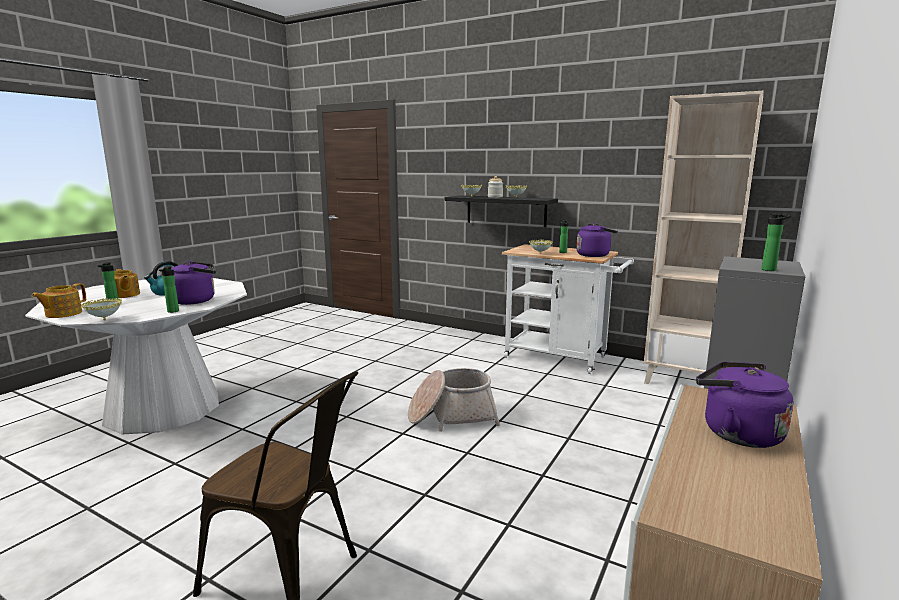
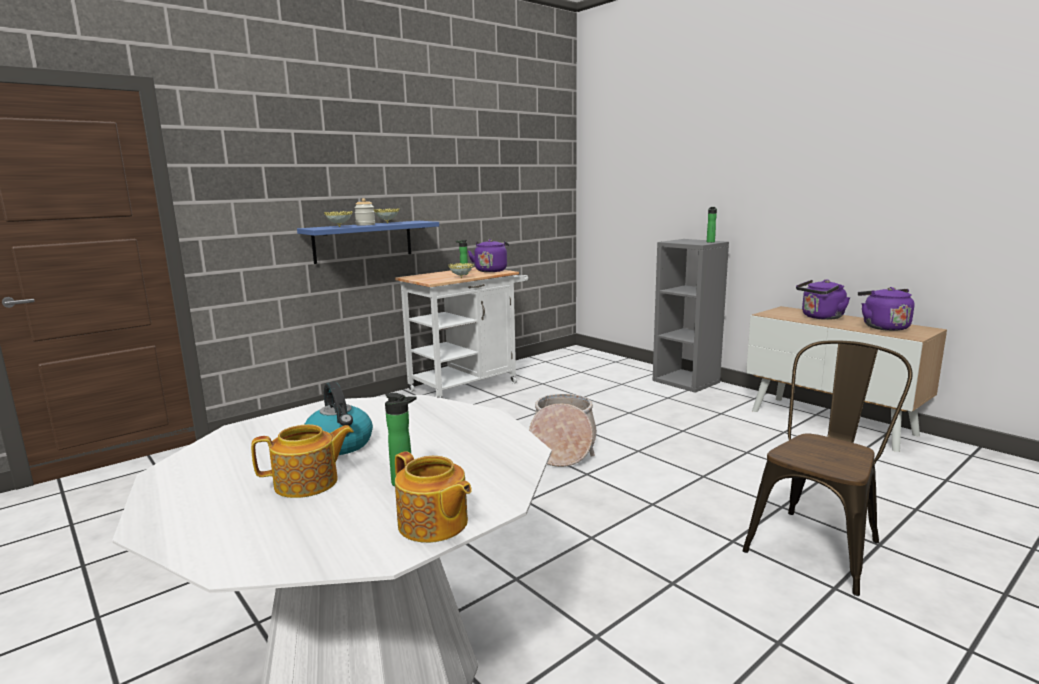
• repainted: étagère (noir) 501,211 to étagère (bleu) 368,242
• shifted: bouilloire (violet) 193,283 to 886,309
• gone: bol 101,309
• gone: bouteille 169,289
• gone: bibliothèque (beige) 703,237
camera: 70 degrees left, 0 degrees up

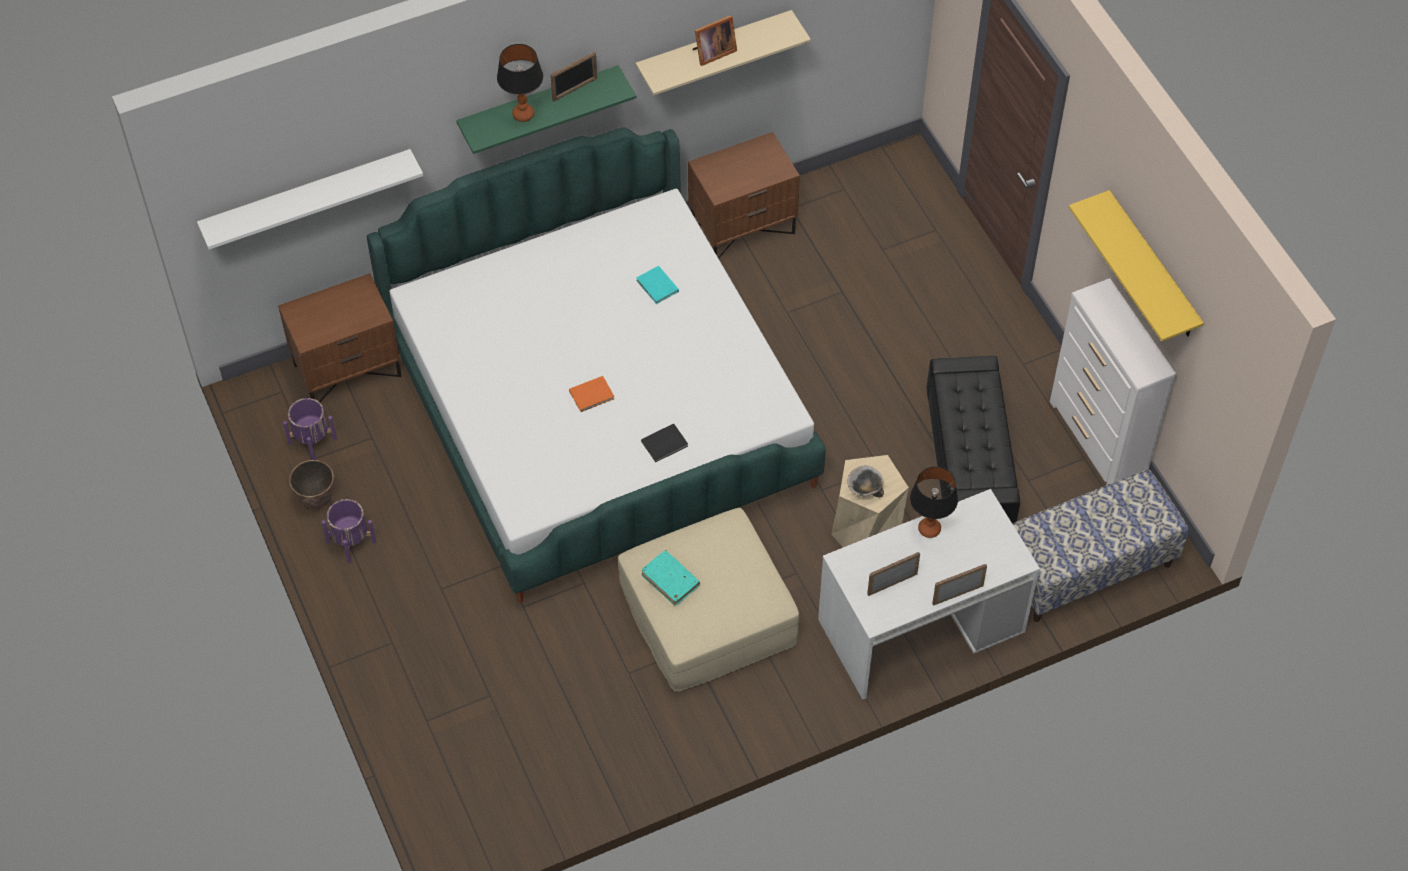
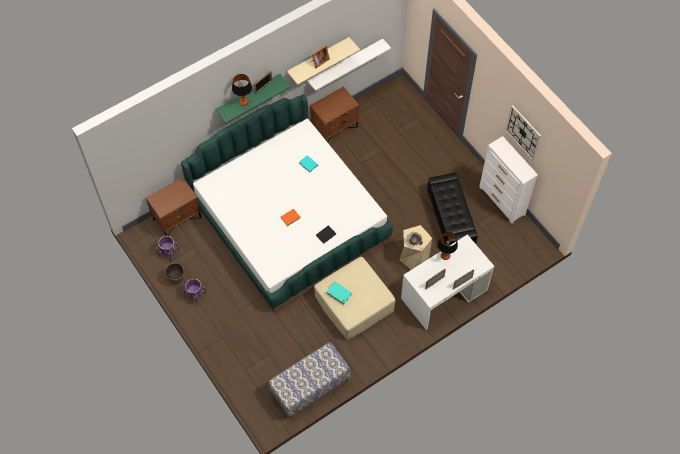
• shifted: banc 1101,546 to 309,380
• shifted: étagère (blanc) 310,199 to 349,65
• swapped: étagère (jaune) 1136,265 to horloge murale 523,132
camera: 10 degrees left, 5 degrees up

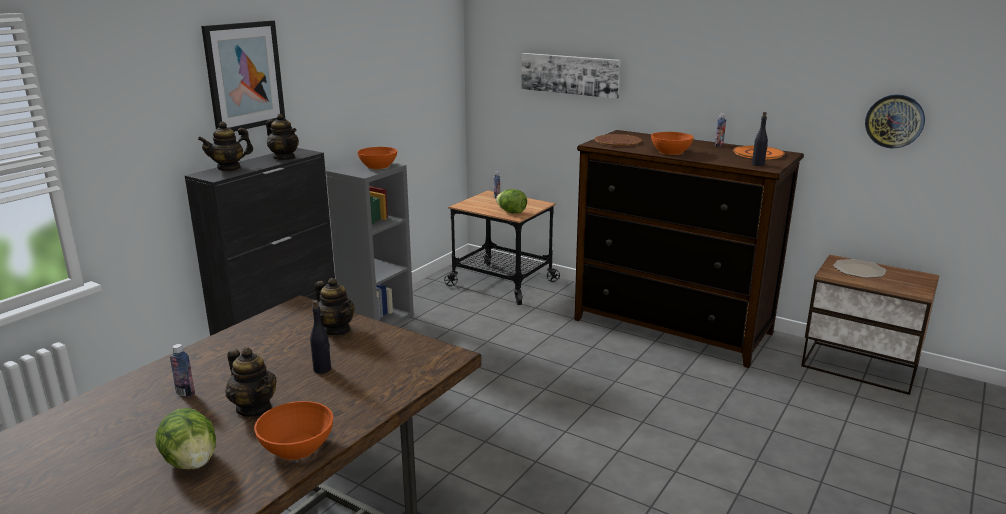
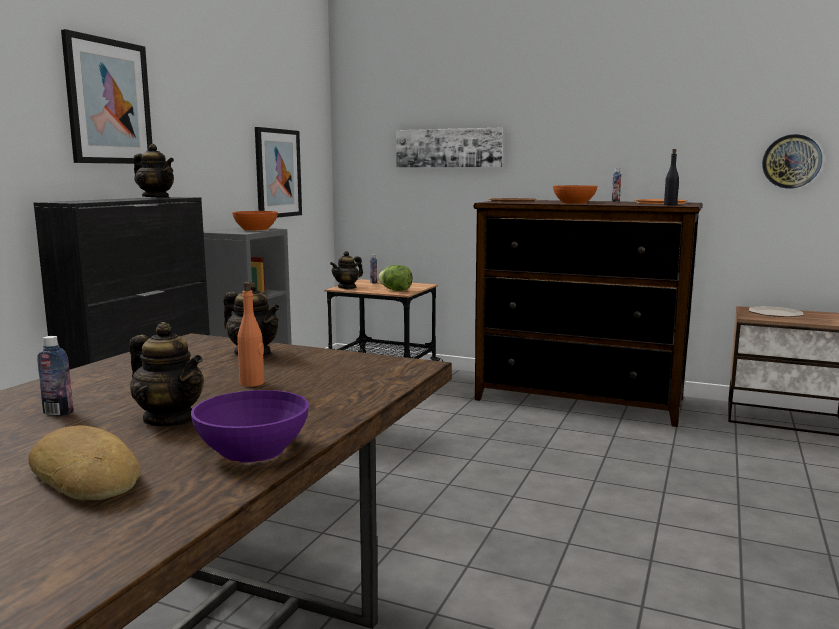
• swapped: laitue 185,439 to pain 84,462
• repainted: bol (orange) 293,430 to bol (violet) 250,426
• repainted: bouteille (noir) 320,337 to bouteille (orange) 250,334
• new: tableau 278,172
• shifted: théière 225,147 to 346,270
camera: 10 degrees left, 10 degrees down

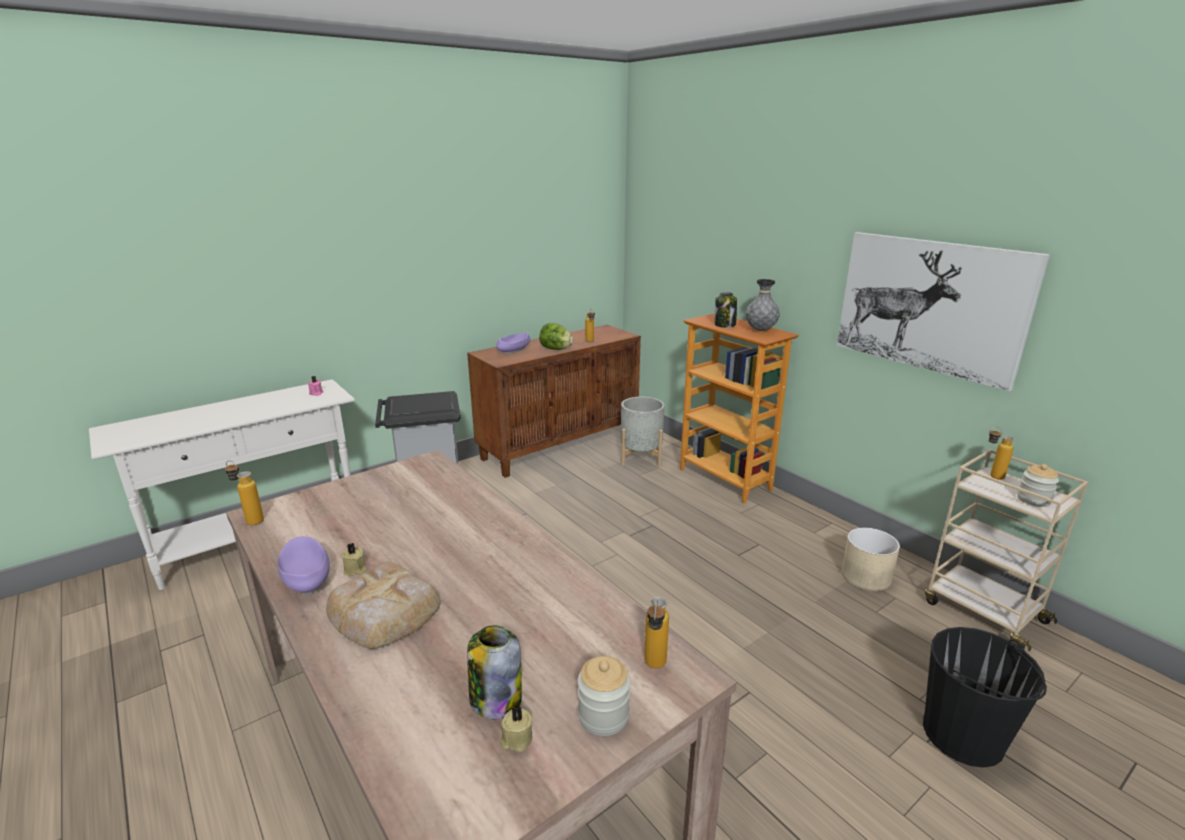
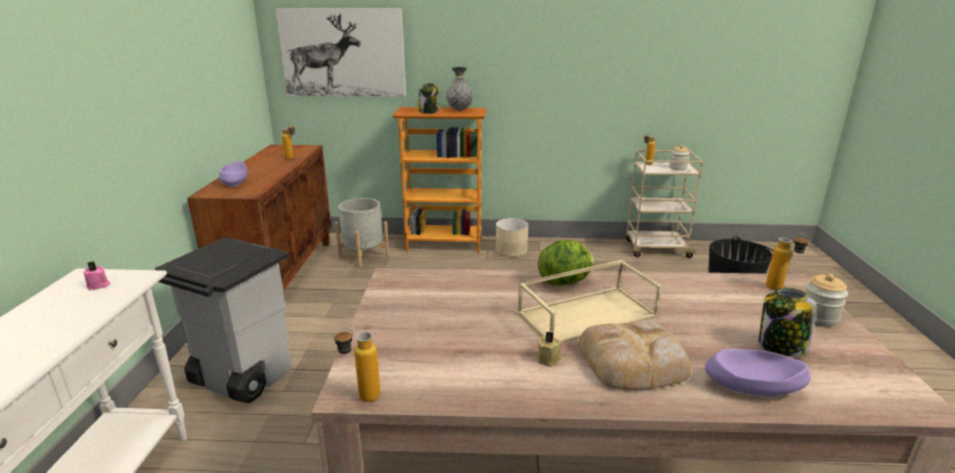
• shifted: tableau 943,311 to 340,52
• shifted: cache-pot (beige) 871,559 to 512,237
• new: plateau (beige) 589,301
• shifted: laitue 556,336 to 566,263
• shifted: bol (violet) 303,565 to 758,373
• gone: bougie (beige) 516,729
camera: 50 degrees left, 0 degrees up

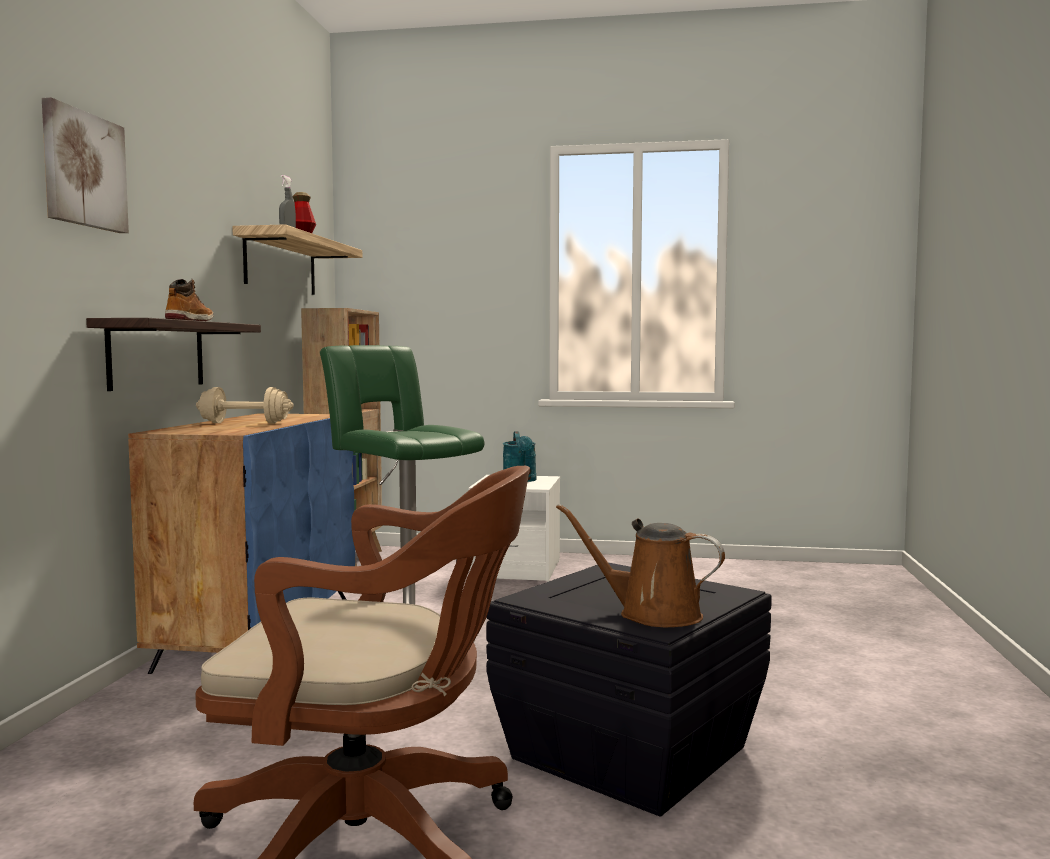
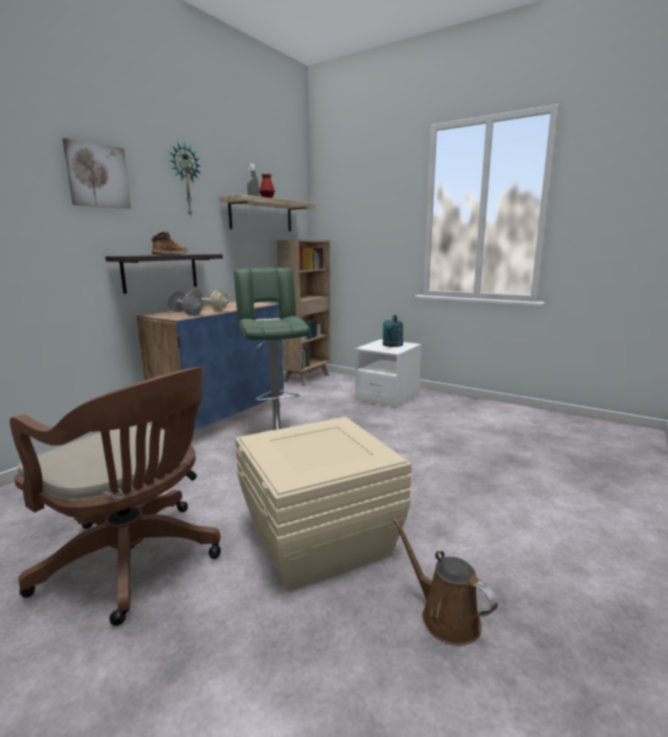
• new: haltère (gris) 186,303
• new: horloge murale 185,179
• repainted: boîte de rangement (noir) 629,689 to boîte de rangement (beige) 323,504
• shifted: arrosoir (marron) 640,565 to 445,581
camera: 25 degrees right, 10 degrees up

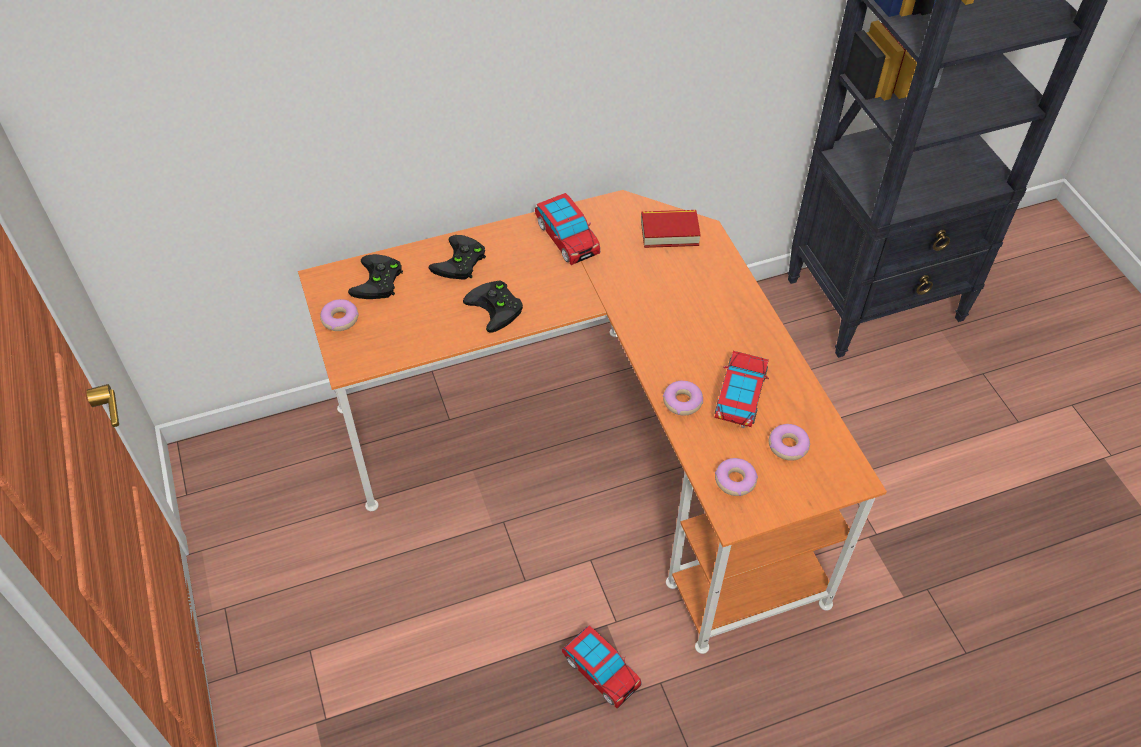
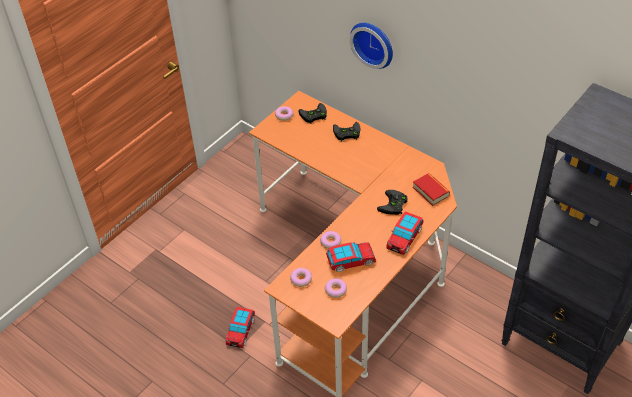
• new: horloge murale 371,46
• shifted: manette (noir) 493,307 to 392,202
• shifted: petite voiture 567,229 to 405,233
camera: 60 degrees right, 5 degrees down

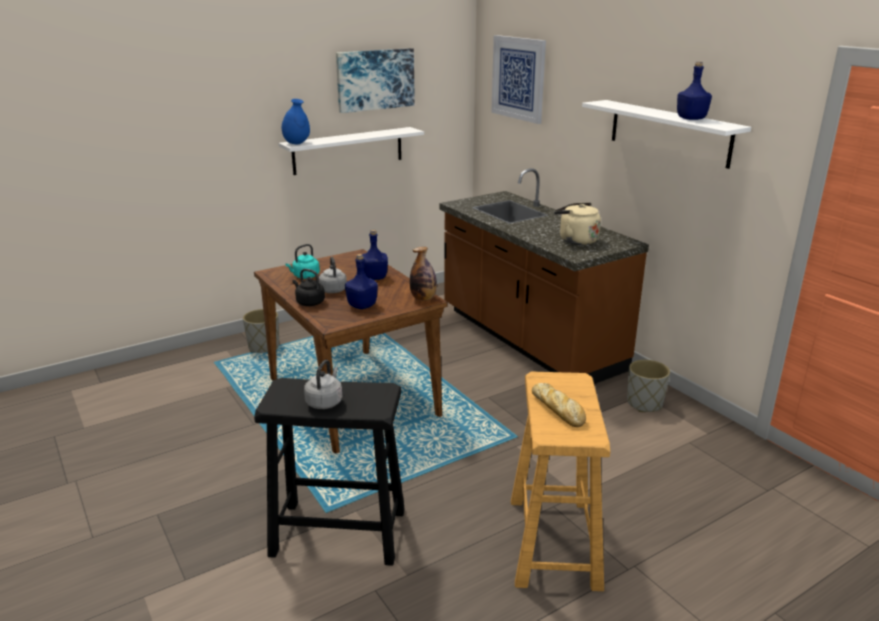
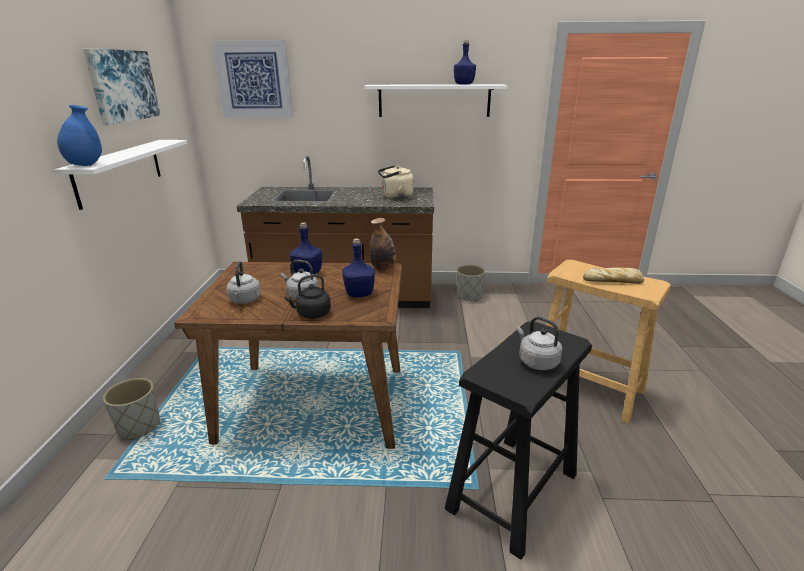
• repainted: bouilloire (turquoise) 302,261 to bouilloire (gris) 244,282
camera: 55 degrees left, 0 degrees up

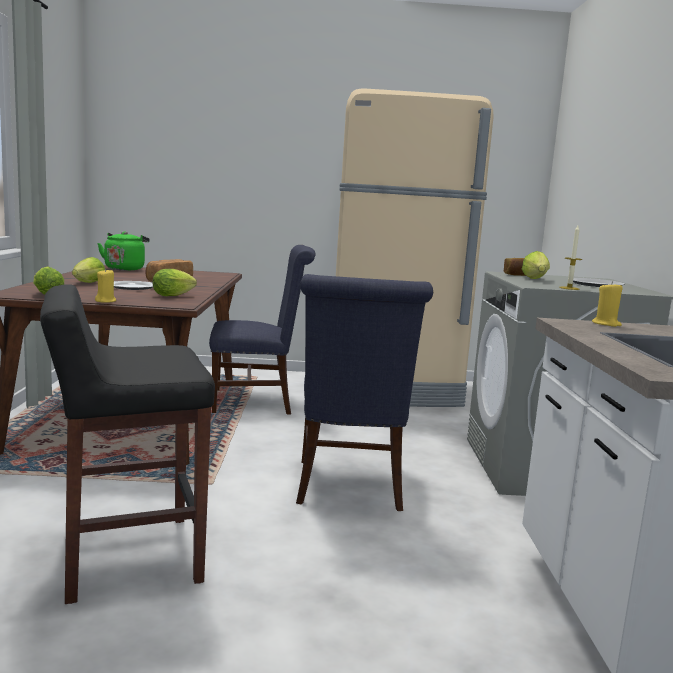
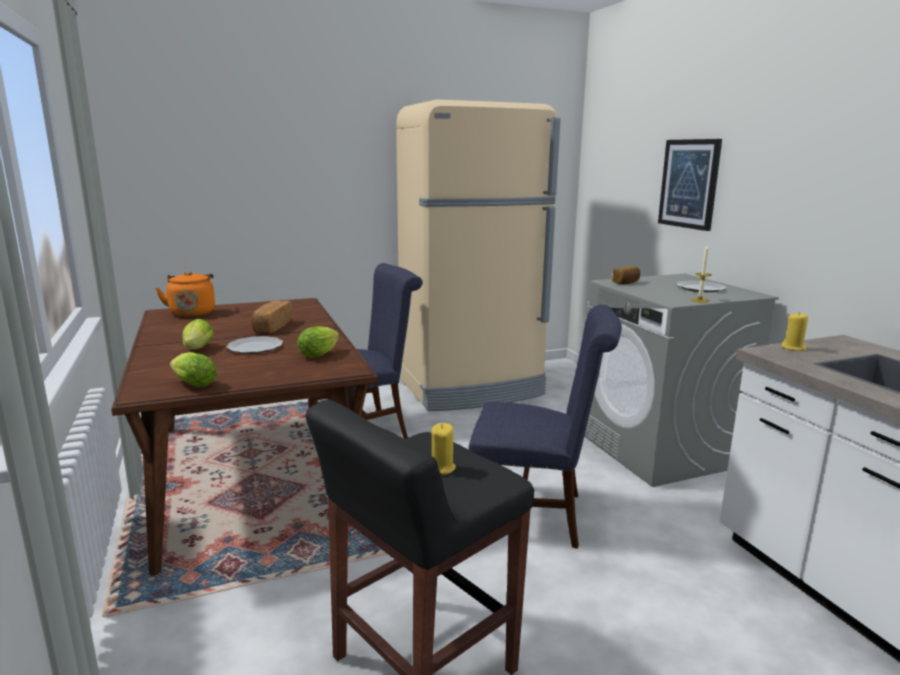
• repainted: bouilloire (vert) 123,250 to bouilloire (orange) 185,294
• shifted: bougie (jaune) 105,286 to 444,449
• rotated: chaise (bleu) 364,392 = 545,426 60 degrees counterclockwise
• new: tableau 690,185
• gone: laitue 536,265
camera: 20 degrees left, 5 degrees up

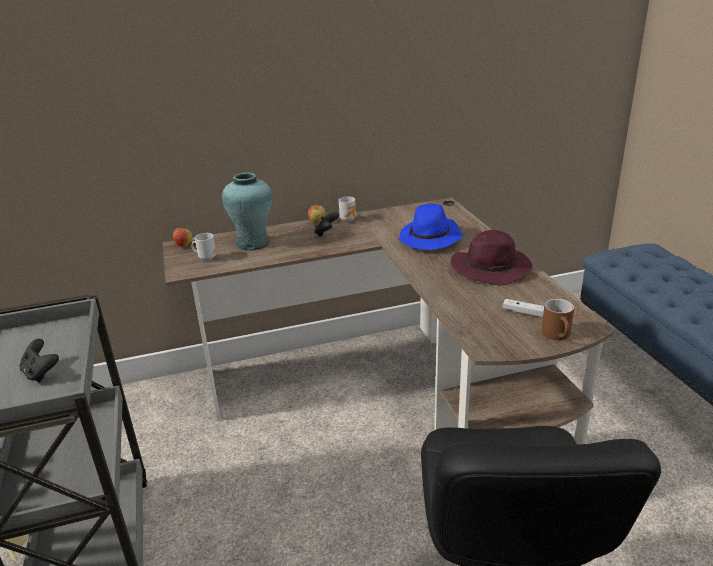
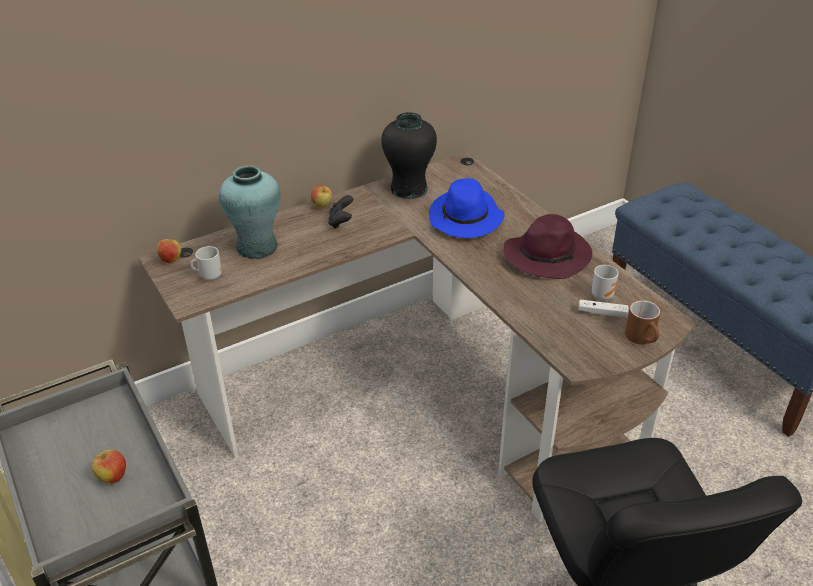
• swapped: manette (noir) 39,360 to pomme 108,467
• new: vase (noir) 409,155
• shifted: mug 347,209 to 605,282
camera: 15 degrees left, 10 degrees up

